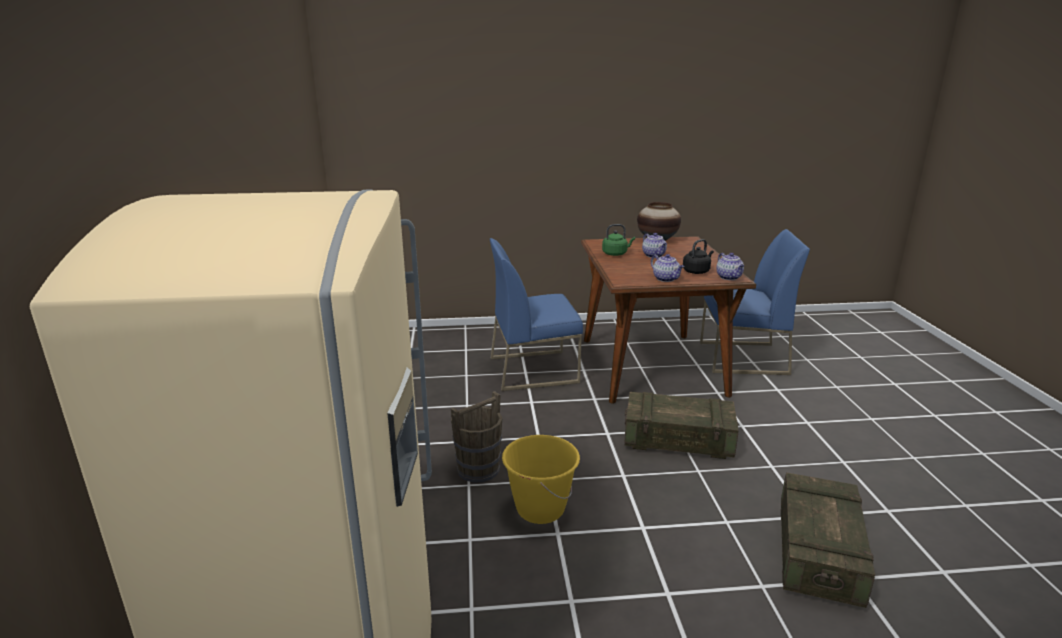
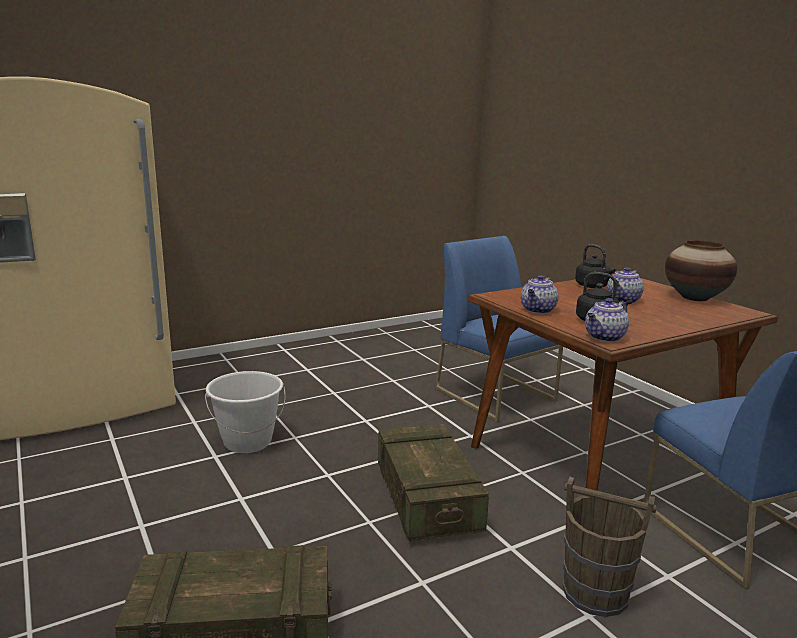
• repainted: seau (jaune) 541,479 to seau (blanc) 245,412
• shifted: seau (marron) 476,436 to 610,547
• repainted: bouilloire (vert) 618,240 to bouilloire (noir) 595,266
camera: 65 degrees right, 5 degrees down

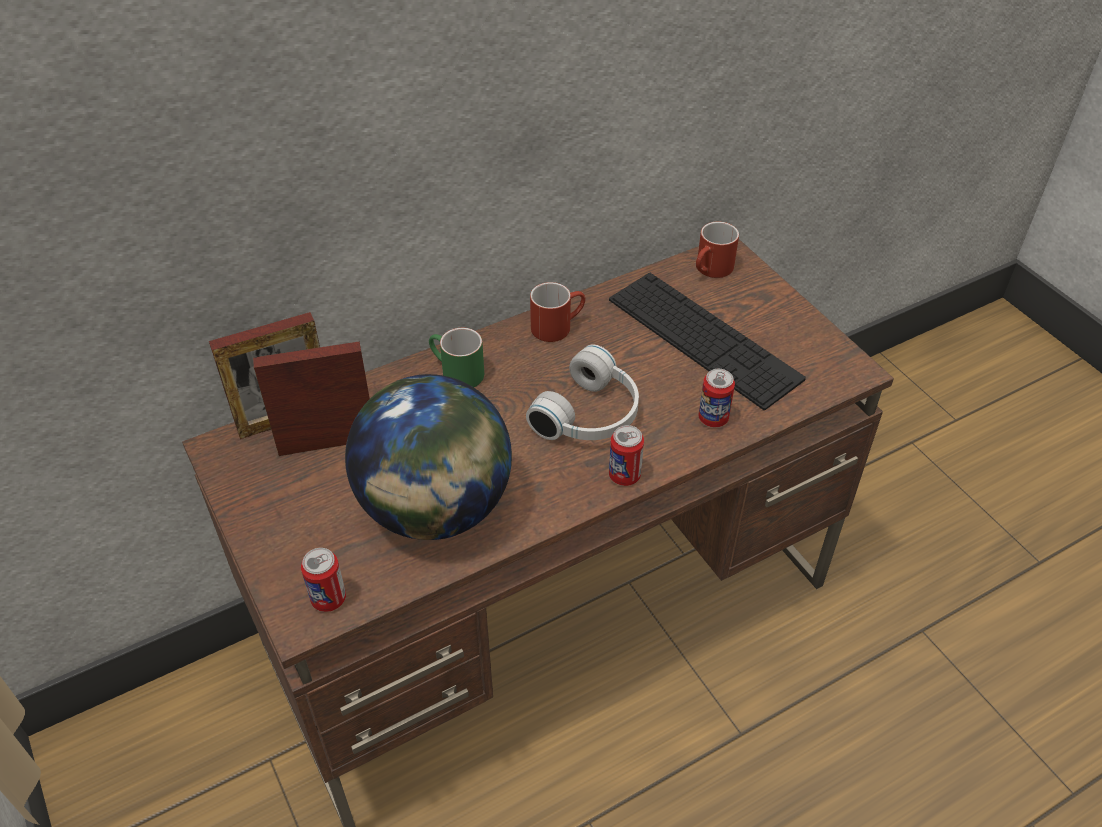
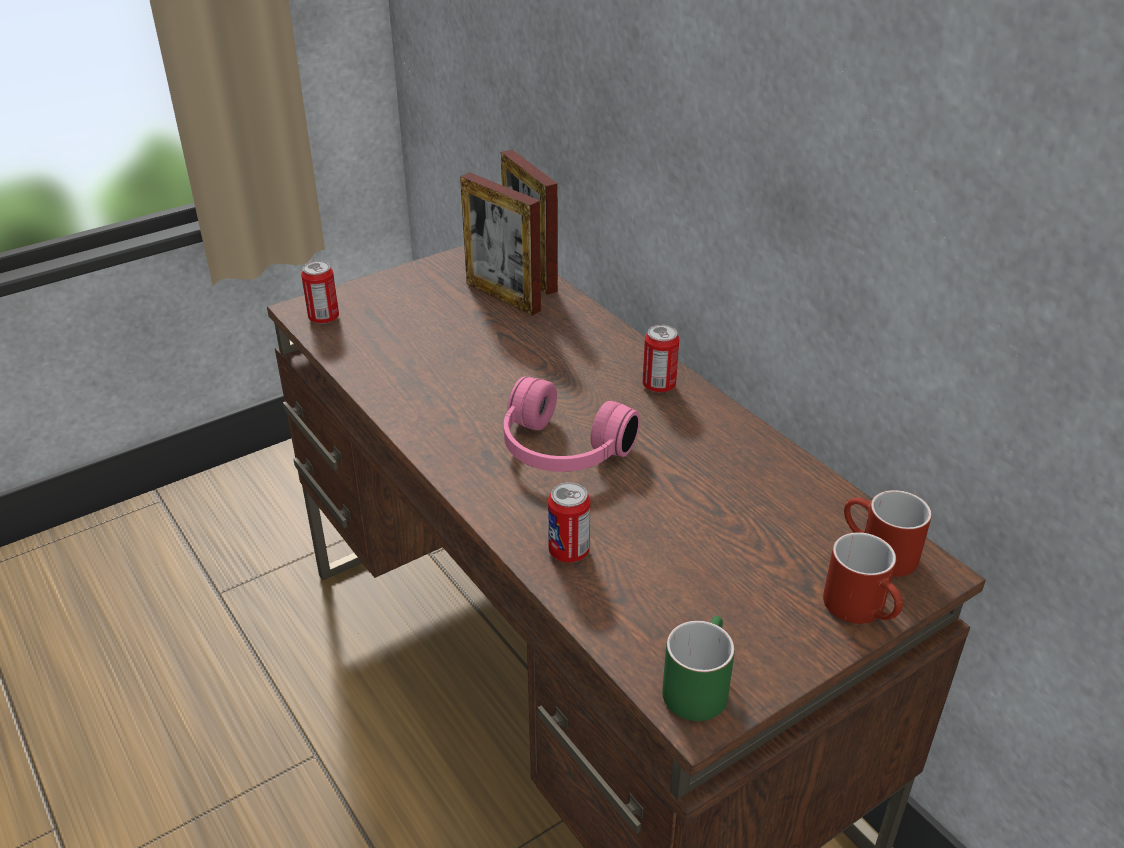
• rotated: cadre photo 311,398 = 500,244 150 degrees clockwise
• repainted: casque audio (blanc) 582,392 to casque audio (rose) 572,424
• shifted: boîte métallique 626,455 to 661,359
• shifted: mug (vert) 456,357 to 698,668
• shifted: mug (rouge) 558,312 to 863,578
• gone: globe 428,457
• gone: clavier 707,341
camera: 85 degrees right, 10 degrees down

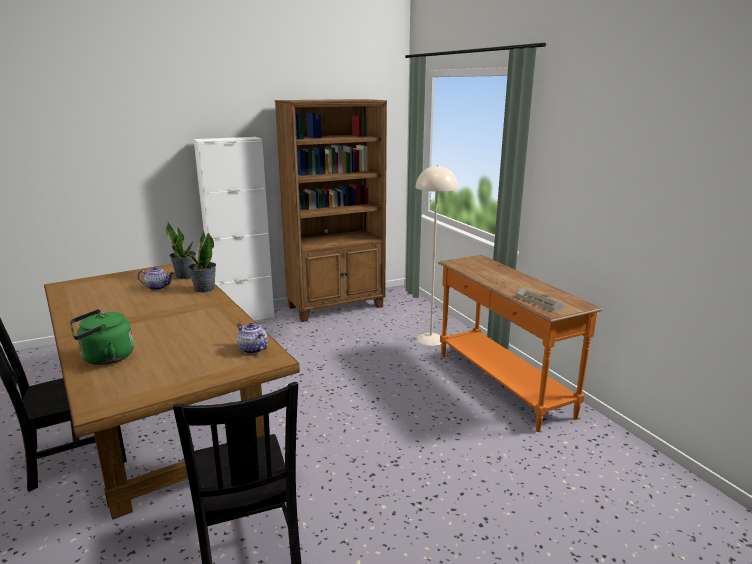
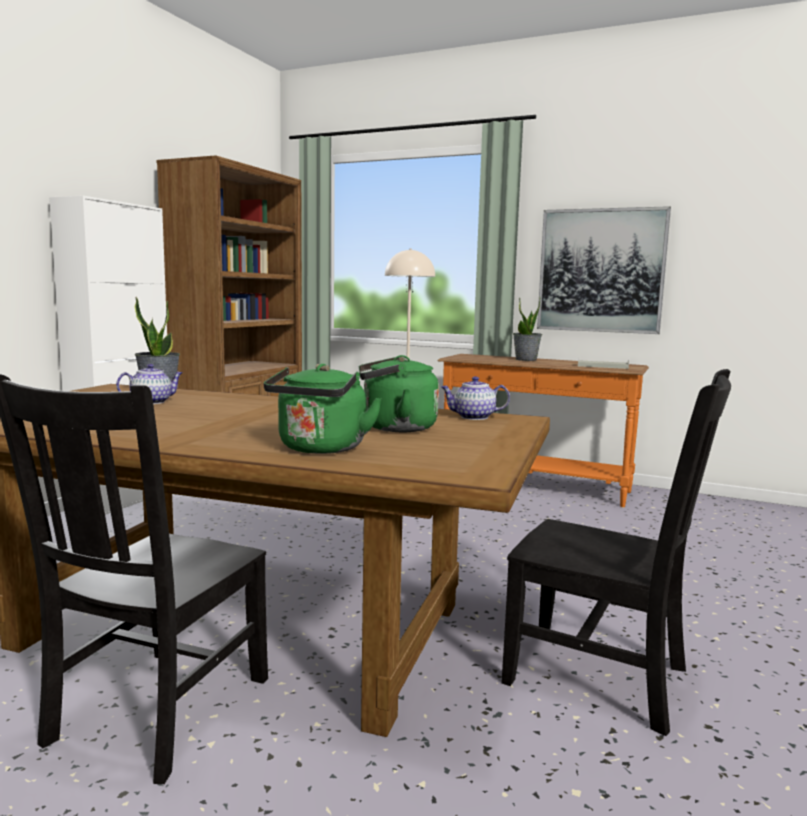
• new: bouilloire (vert) 399,393
• shifted: plante en pot 202,261 to 527,328
• new: tableau 604,270
camera: 40 degrees left, 10 degrees down

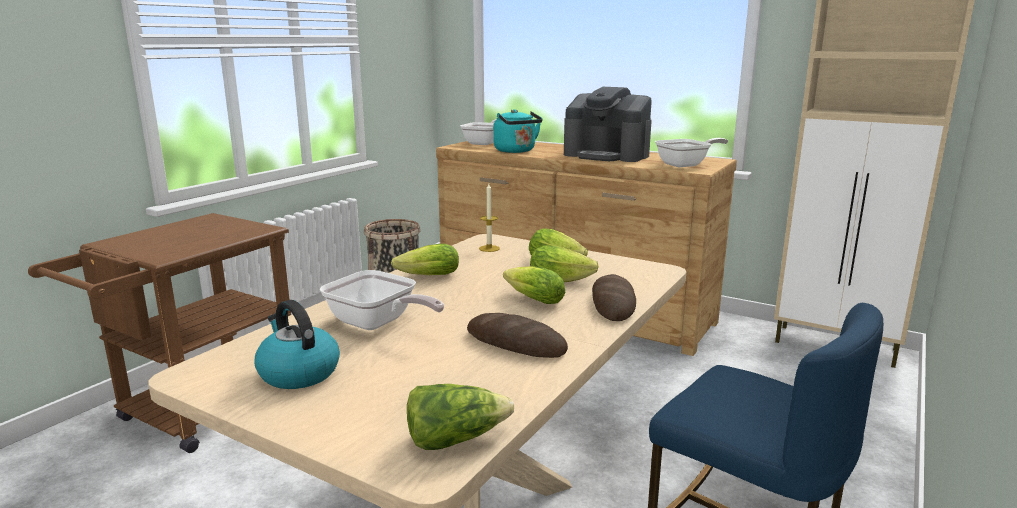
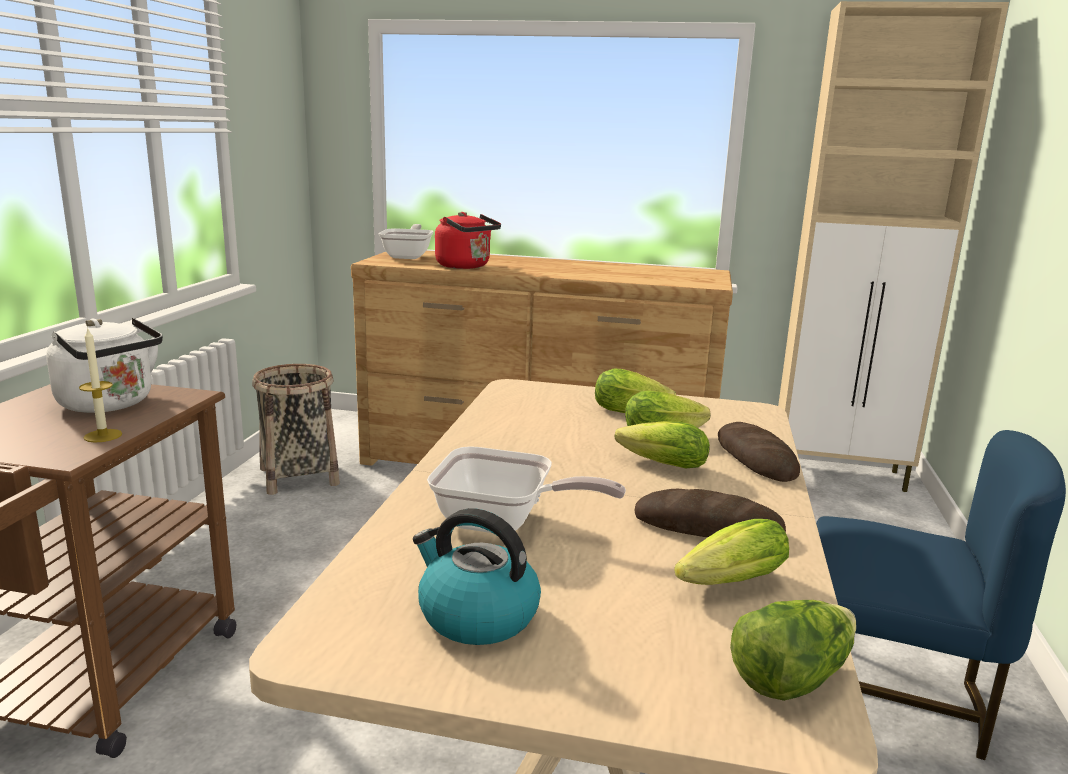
• new: bouilloire (blanc) 104,365
• shifted: bougie 489,218 to 100,385
• repainted: bouilloire (turquoise) 518,131 to bouilloire (rouge) 468,240
• shifted: laitue 425,259 to 731,552
• gone: machine à café 608,124
• gone: poêle 691,152
camera: 20 degrees left, 0 degrees up

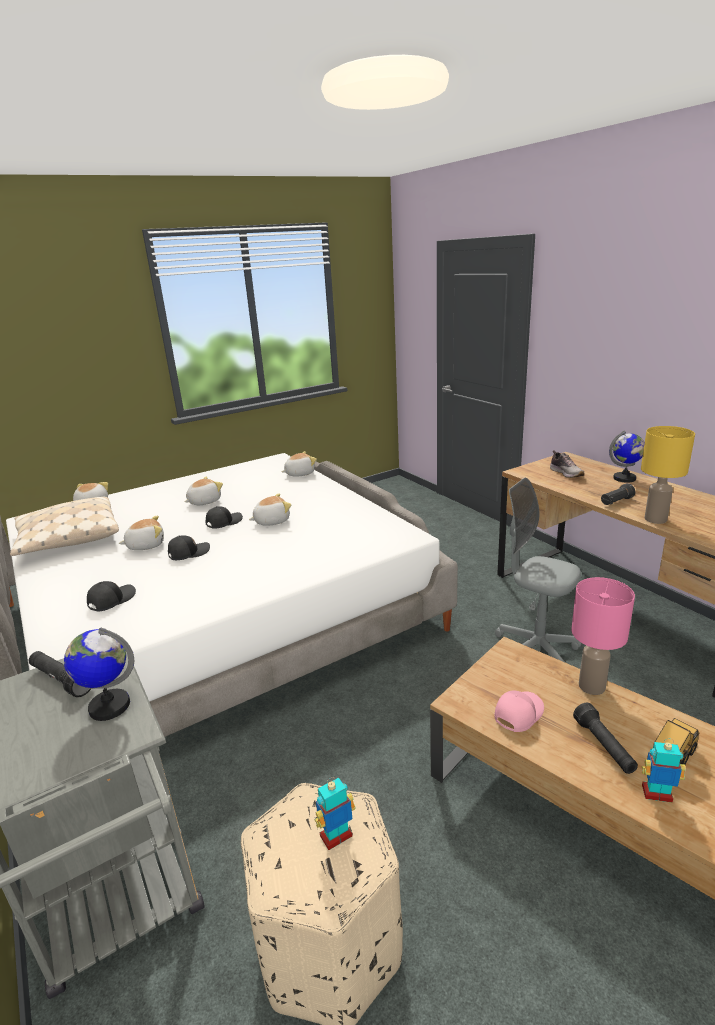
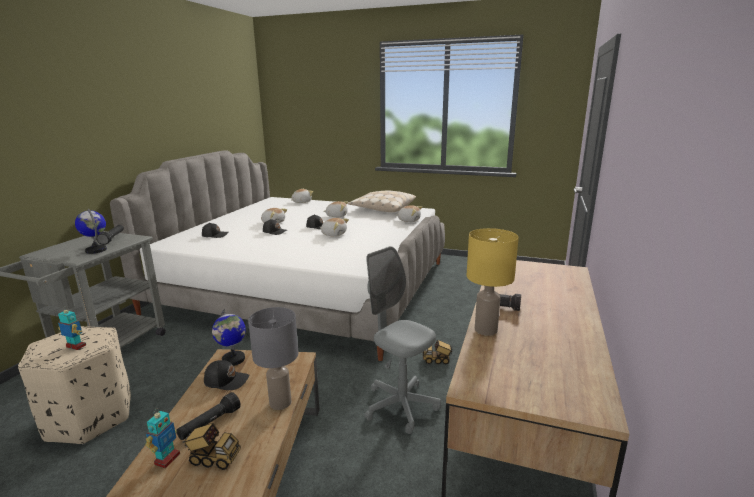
• rotated: robot jouet 663,770 = 162,438 45 degrees clockwise
• repainted: casquette (rose) 519,711 to casquette (noir) 226,375
• shifted: globe 627,456 to 229,337
• repainted: lampe de table (rose) 603,636 to lampe de table (gris) 273,358
• shifted: coussin (beige) 64,526 to 382,201
• rotated: chaise de bureau (gris) 538,570 = 403,340 45 degrees counterclockwise
• new: camion jouet 438,352
• gone: chaussure 567,464
camera: 50 degrees right, 5 degrees down

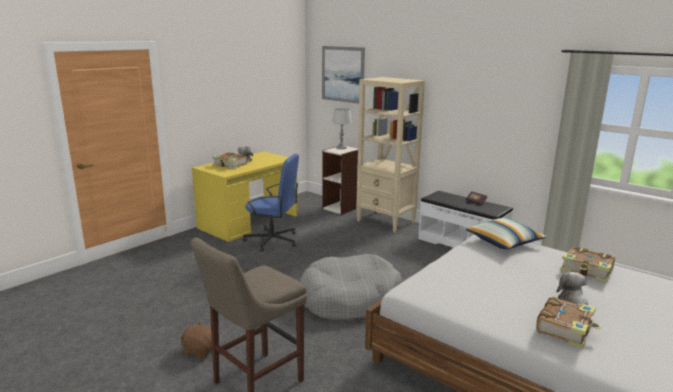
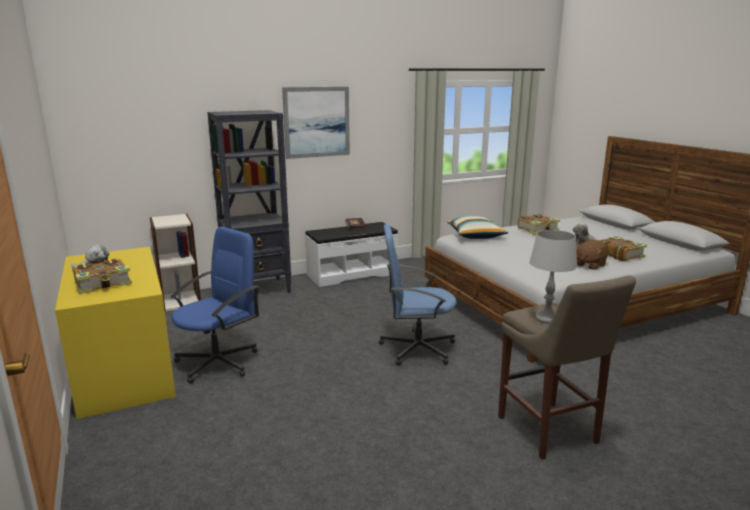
• repainted: bibliothèque (beige) 390,155 to bibliothèque (noir) 249,201
• shifted: tableau 343,75 to 316,123
• swapped: panier pour chien (gris) 351,287 to chaise de bureau (bleu) 418,295
• shifted: lampe de table (gris) 342,128 to 553,277
• shifted: peluche (marron) 196,341 to 592,255
camera: 65 degrees left, 0 degrees up

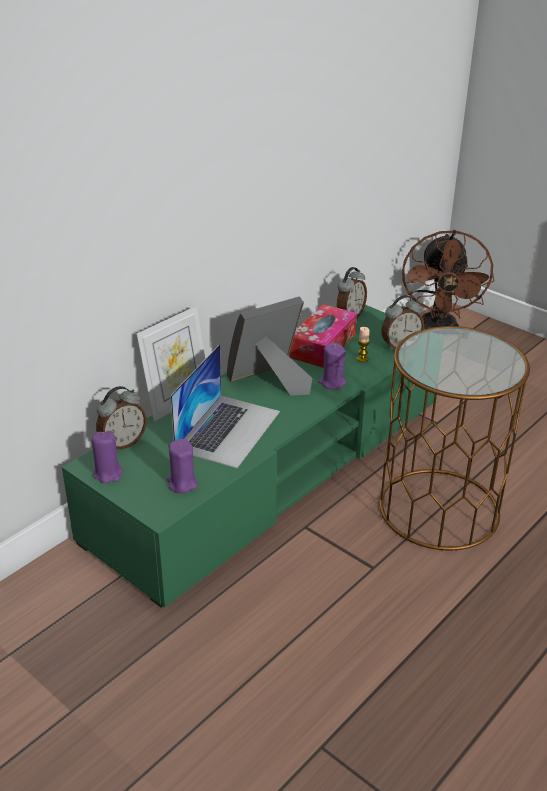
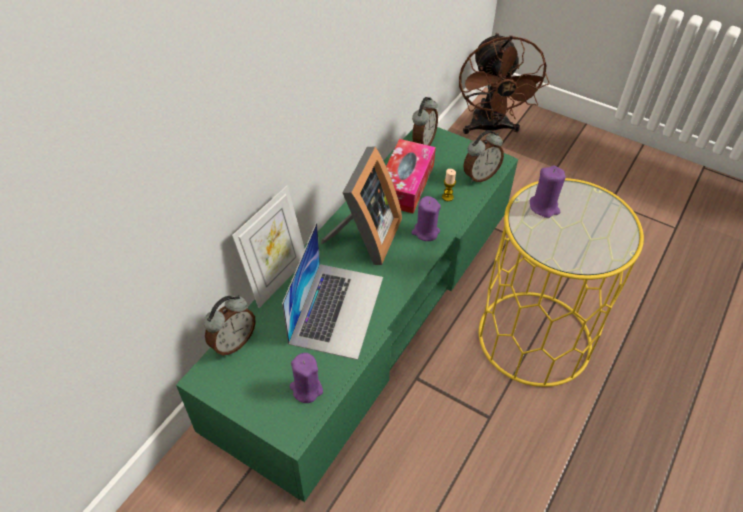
• rotated: cadre photo 269,346 = 361,205 150 degrees clockwise
• repainted: table d'appoint (marron) 454,438 to table d'appoint (jaune) 561,282
• shifted: bougie (violet) 107,457 to 548,192
camera: 10 degrees left, 15 degrees up

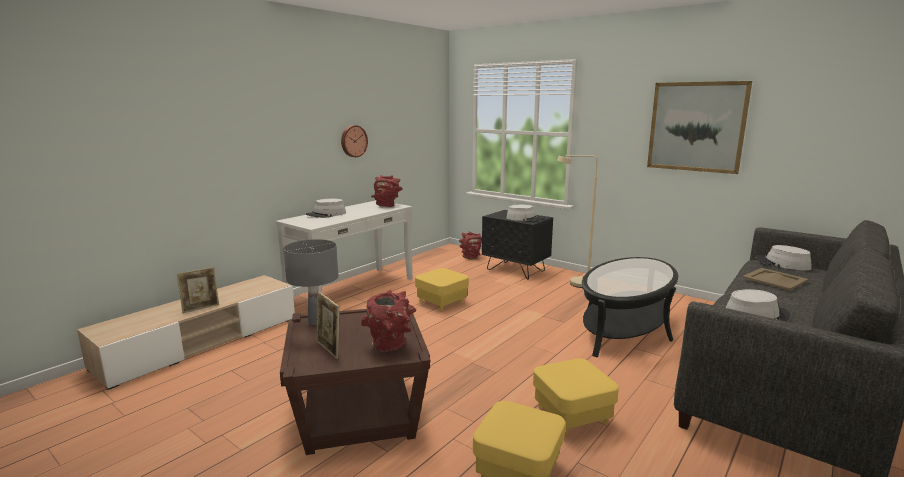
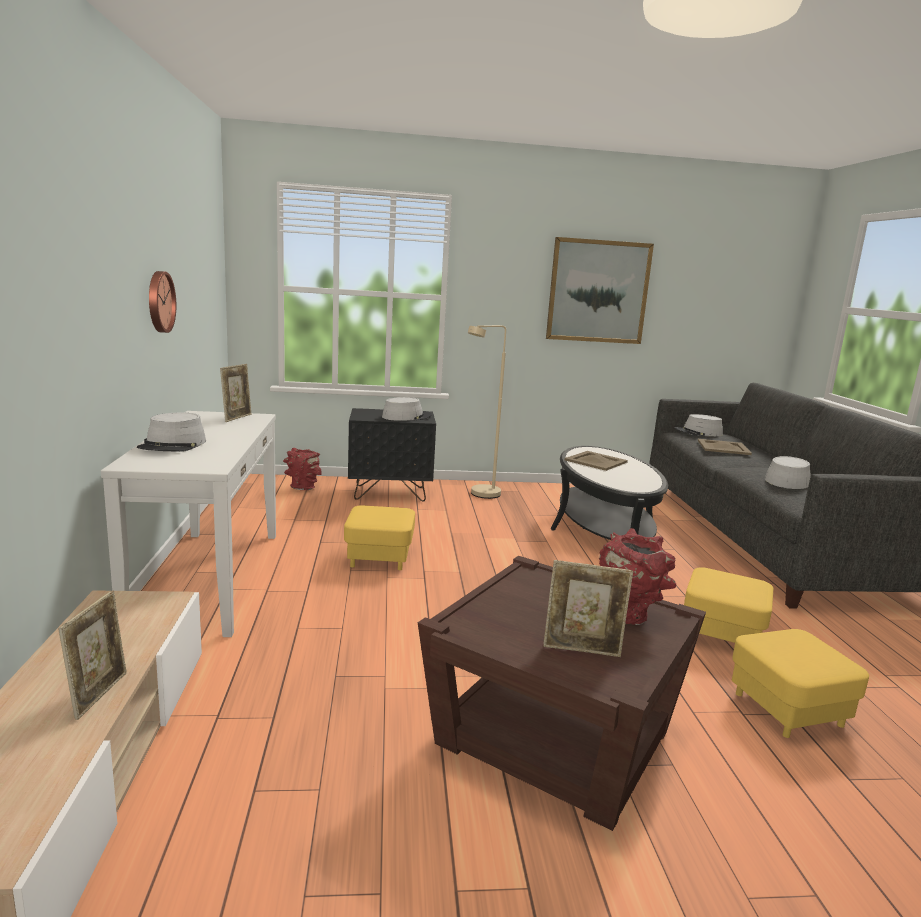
• swapped: vase (rouge) 387,191 to cadre photo 235,393
• new: plateau (beige) 596,461
• gone: lampe de table (gris) 310,282
camera: 45 degrees left, 0 degrees up

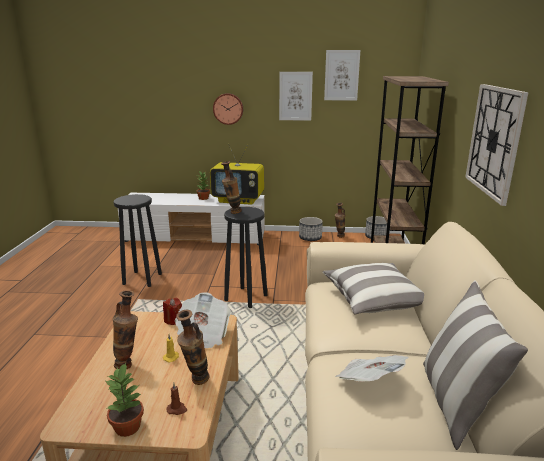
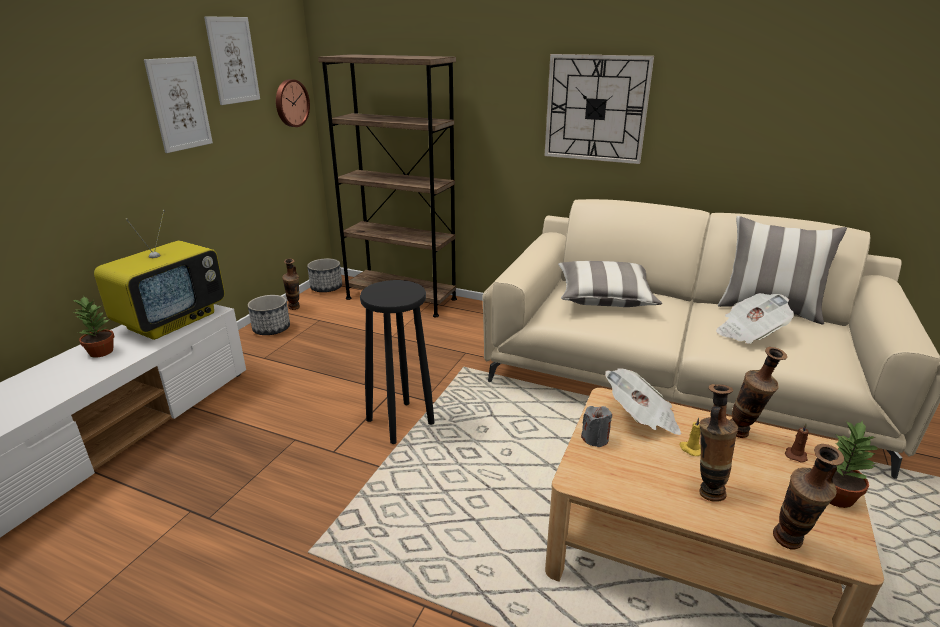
• shifted: horloge murale 228,109 to 293,103
• repainted: bougie (rouge) 172,311 to bougie (gris) 596,426
• shifted: vase 231,187 to 808,497
• gone: tabouret (noir) 137,240
camera: 70 degrees left, 5 degrees up

